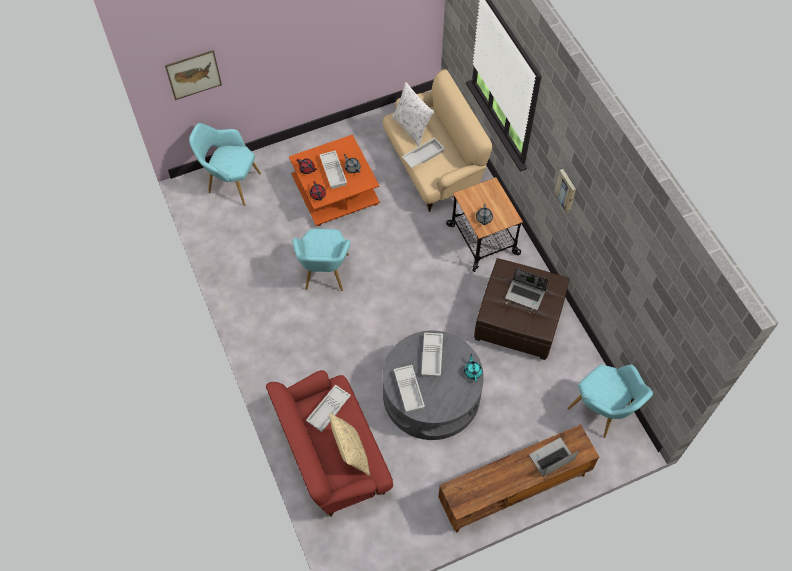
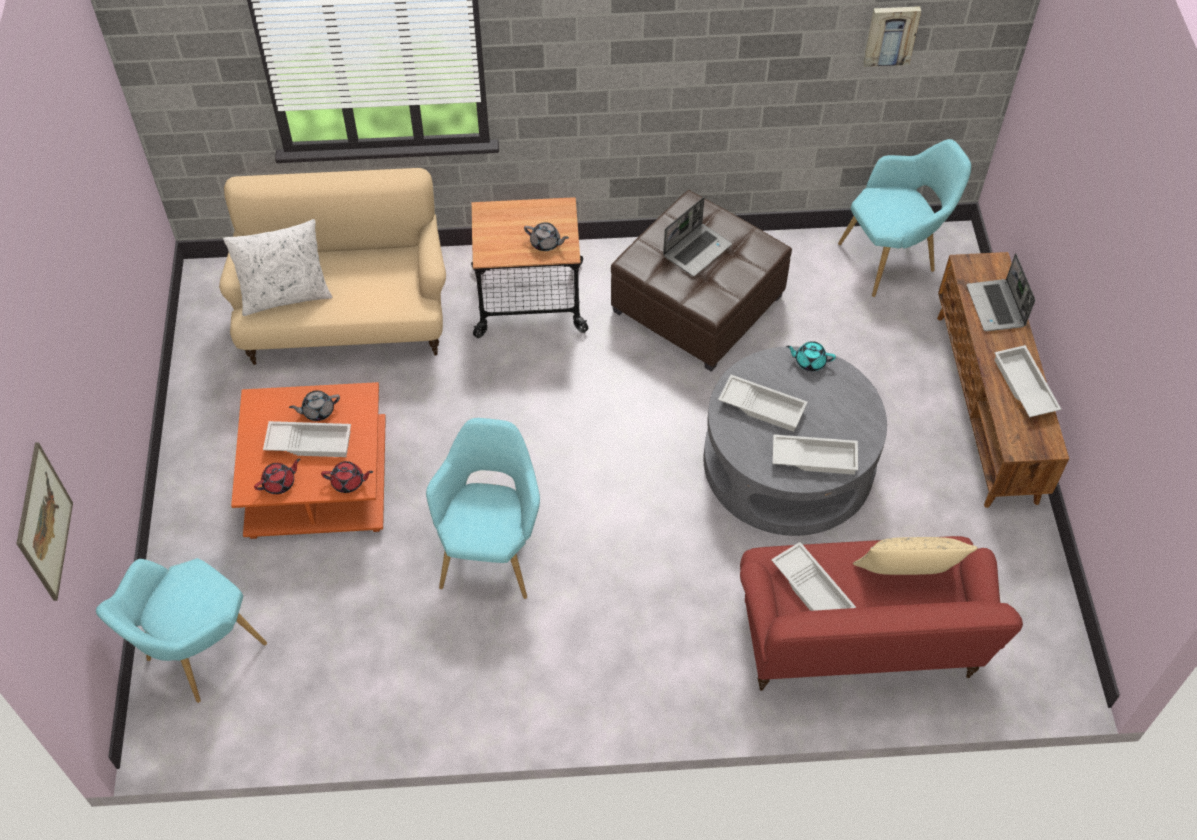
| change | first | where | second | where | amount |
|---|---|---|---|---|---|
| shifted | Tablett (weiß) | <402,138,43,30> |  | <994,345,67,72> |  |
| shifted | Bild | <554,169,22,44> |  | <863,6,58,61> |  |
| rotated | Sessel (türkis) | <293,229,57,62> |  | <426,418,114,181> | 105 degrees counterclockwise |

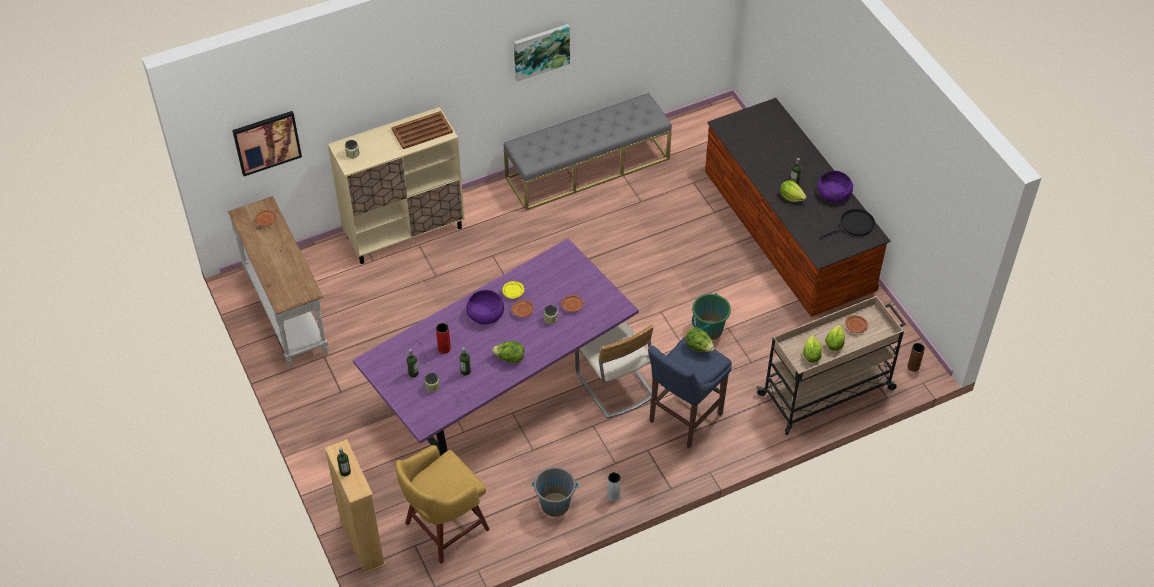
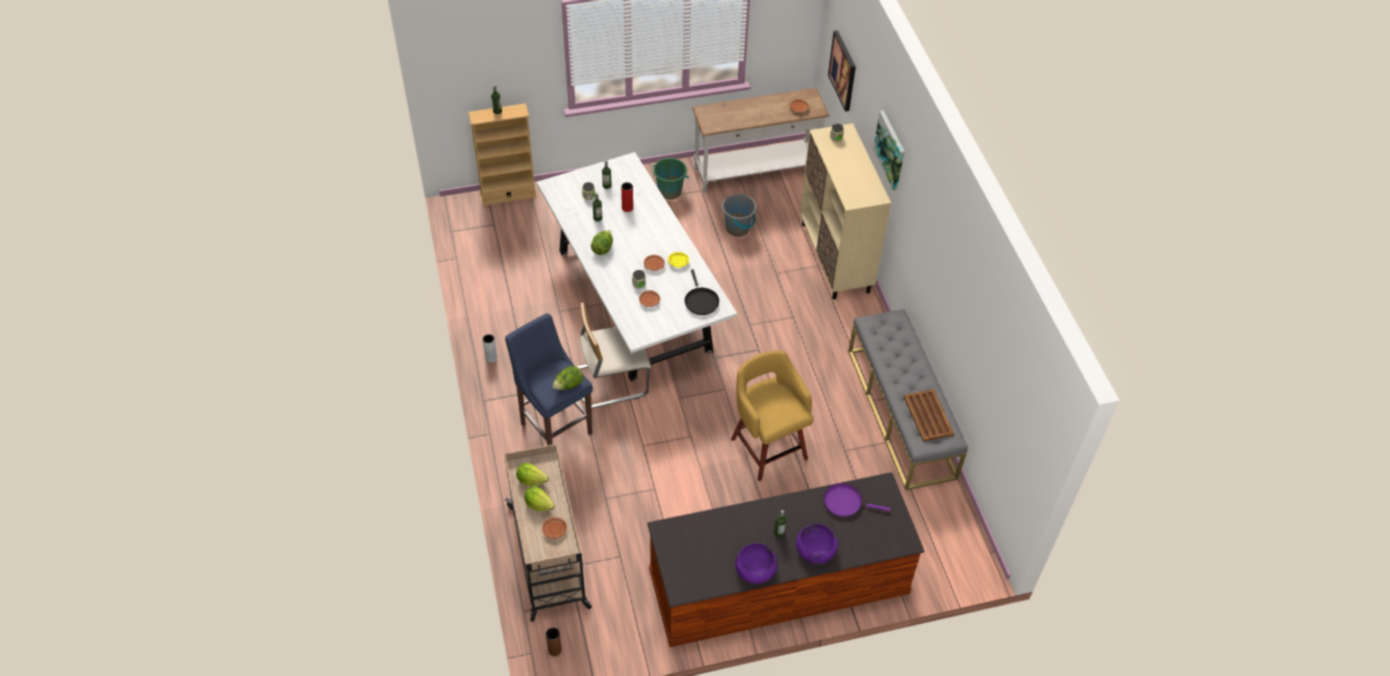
| change | first | where | second | where | amount |
|---|---|---|---|---|---|
| gone | Salatkopf | <780,180,27,22> |  |  |  |
| new |  |  | Pfanne (lila) | <823,483,68,34> |  |
| shifted | Tablett (braun) | <391,111,62,38> |  | <904,389,50,53> |  |
| shifted | Hocker (gelb) | <396,445,94,119> |  | <731,350,83,131> |  |
| shifted | Schüssel (lila) | <466,290,38,35> |  | <796,524,42,40> |  |
| shifted | Bild | <514,24,56,58> |  | <873,110,32,80> |  |
| shifted | Eimer (grau) | <532,467,46,50> |  | <722,193,35,44> |  |
| shifted | Eimer (grün) | <692,293,39,47> |  | <653,158,36,42> |  |
| shifted | Pfanne (schwarz) | <820,209,55,28> |  | <685,269,34,46> |  |
| repainted | Esstisch (lila) | <353,238,286,218> | Esstisch (weiß) | <537,152,200,229> |  |

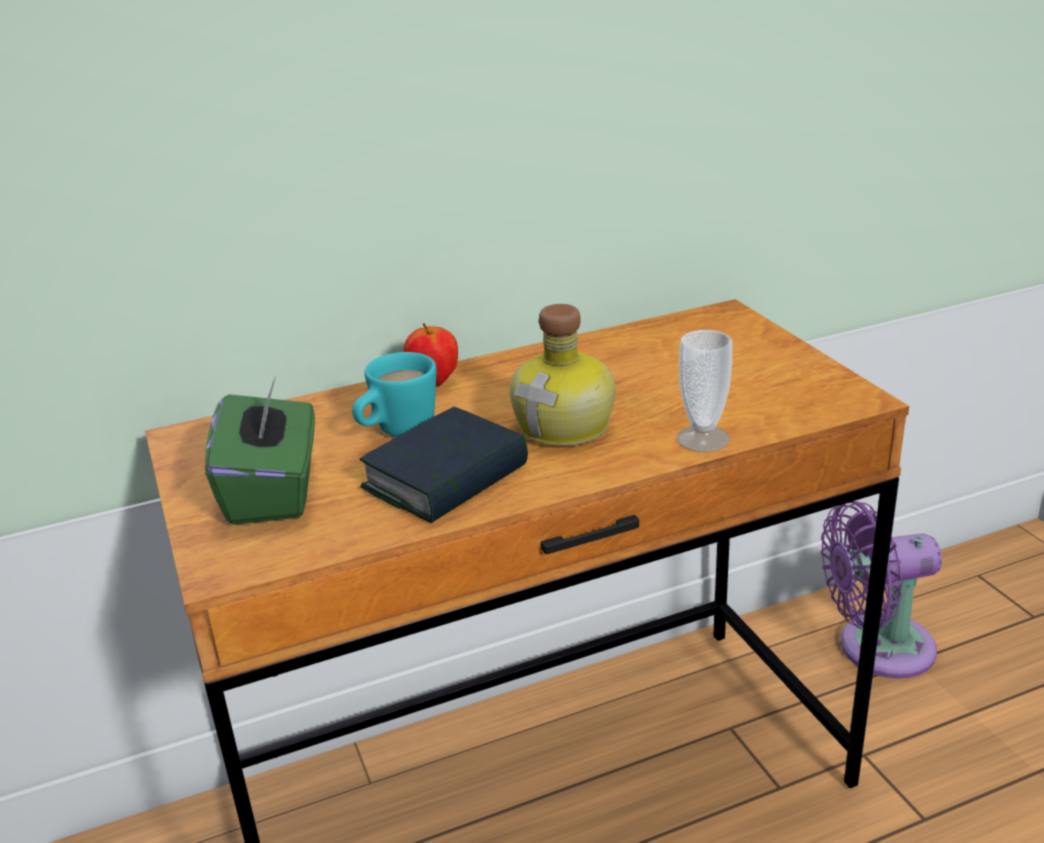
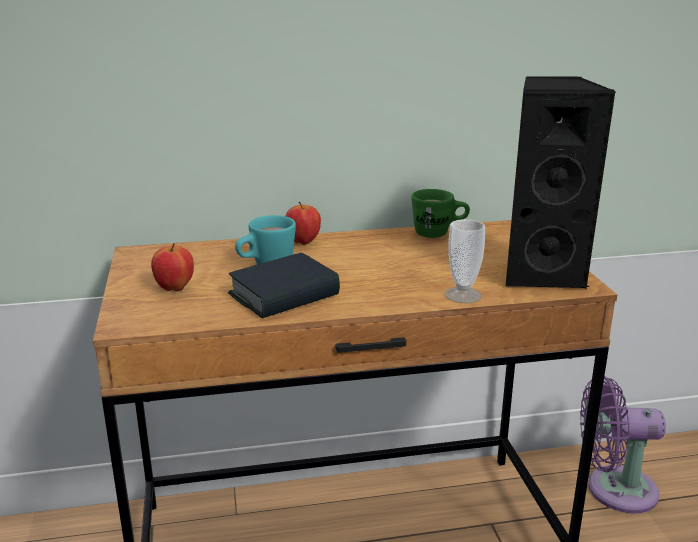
| change | first | where | second | where | amount |
|---|---|---|---|---|---|
| gone | Flasche | <510,304,105,142> |  |  |  |
| new |  |  | Henkelbecher (grün) | <412,189,58,49> |  |
| new |  |  | Lautsprecher (schwarz) | <505,76,110,213> |  |
| swapped | Taschentuchbox (grün) | <205,376,110,149> | Apfel | <151,243,43,48> |  |

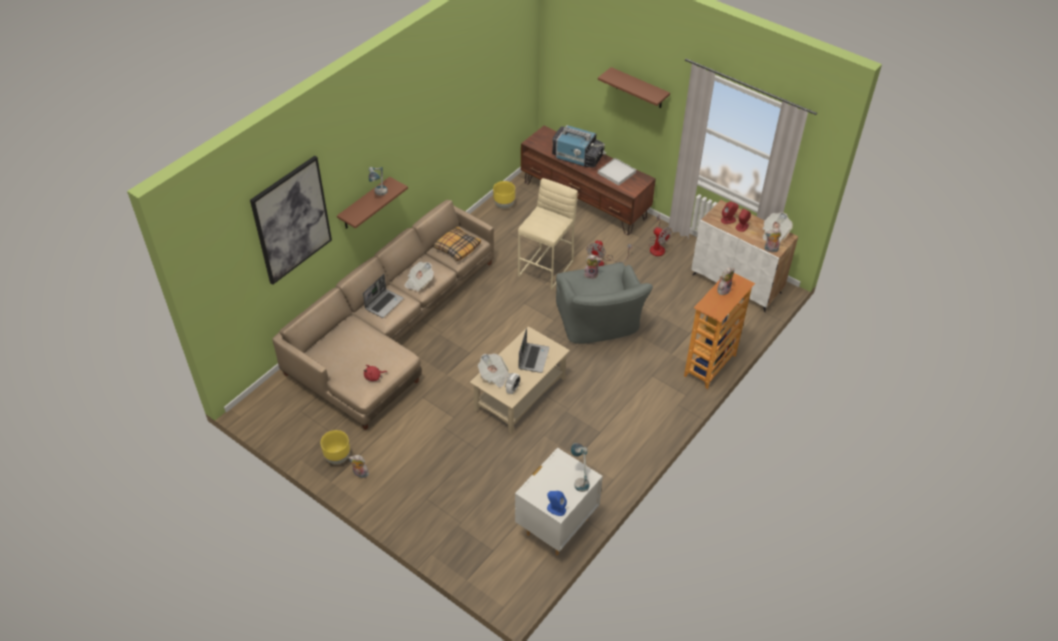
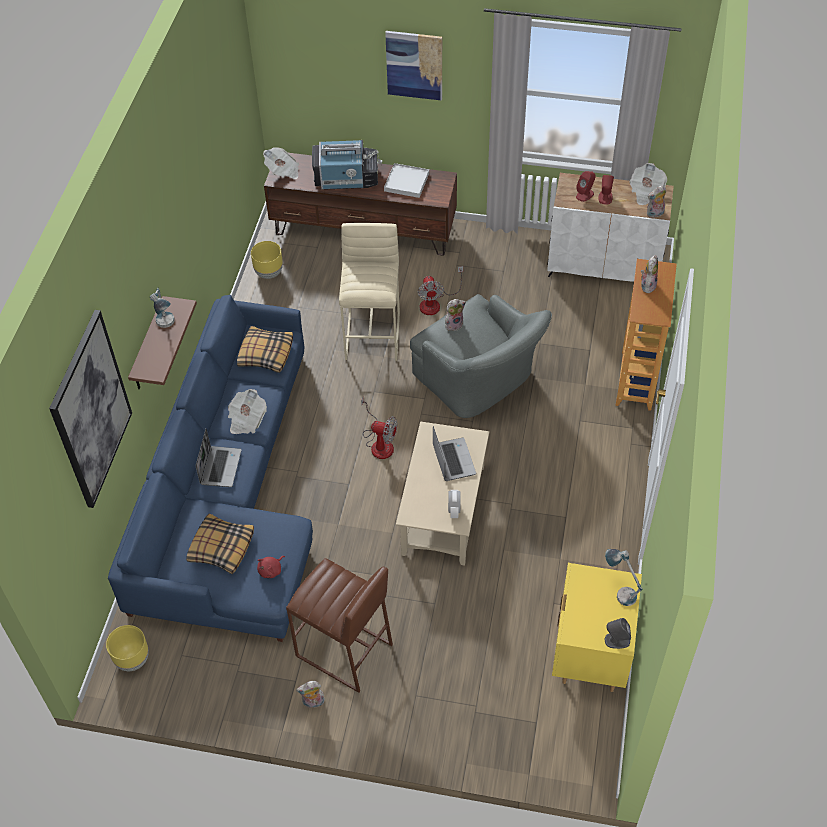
| change | first | where | second | where | amount |
|---|---|---|---|---|---|
| new |  |  | Kissen | <186,513,68,61> |  |
| new |  |  | Hocker (braun) | <286,558,107,135> |  |
| shifted | Pflanzkübel (gelb) | <320,430,30,34> |  | <106,625,43,46> |  |
| shifted | Zeitung | <478,353,32,35> |  | <263,147,36,32> |  |
| shifted | Ventilator | <649,215,23,41> |  | <361,397,36,62> |  |
| swapped | Wandregal (braun) | <598,67,72,41> | Bild | <385,31,57,70> |  |
| repainted | Sofa (beige) | <272,200,222,230> | Sofa (blau) | <108,295,205,347> |  |
| repainted | Nachttisch (weiß) | <515,447,88,109> | Nachttisch (gelb) | <552,563,90,129> |  |
| repainted | Lautsprecher (blau) | <547,491,20,25> | Lautsprecher (grau) | <605,618,26,31> |  |

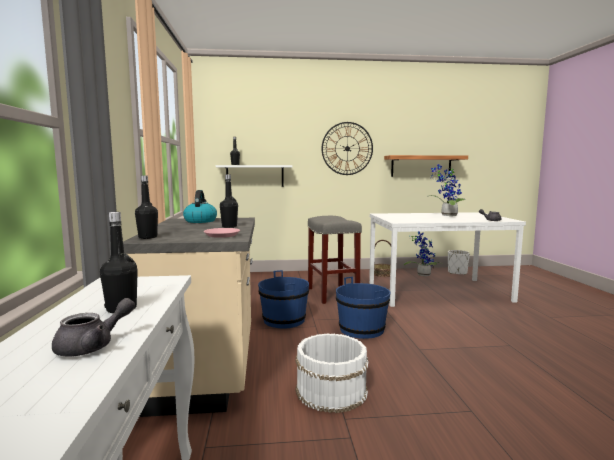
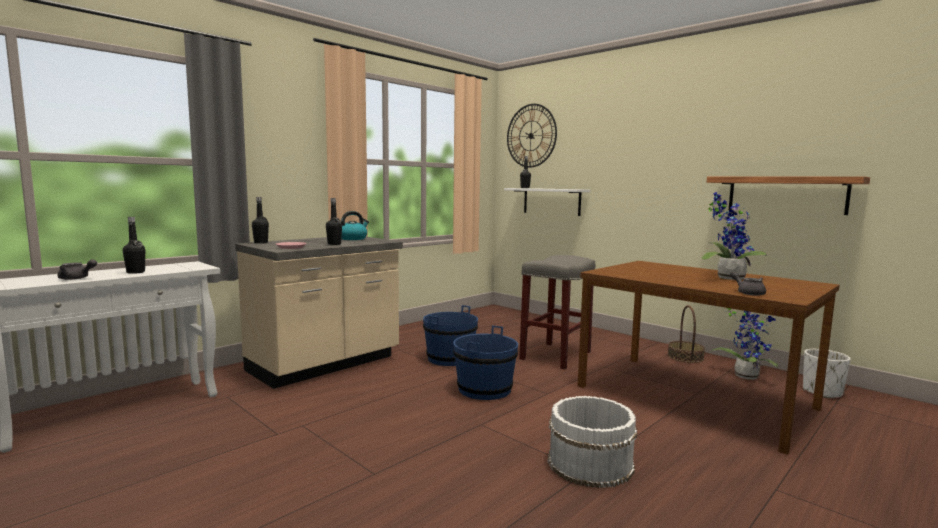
| change | first | where | second | where | amount |
|---|---|---|---|---|---|
| shifted | Eimer (weiß) | <295,333,73,80> |  | <548,396,89,92> |  |
| shifted | Wanduhr | <321,122,52,53> |  | <507,104,50,64> |  |
| repainted | Esstisch (weiß) | <369,212,157,95> | Esstisch (braun) | <578,261,261,194> |  |

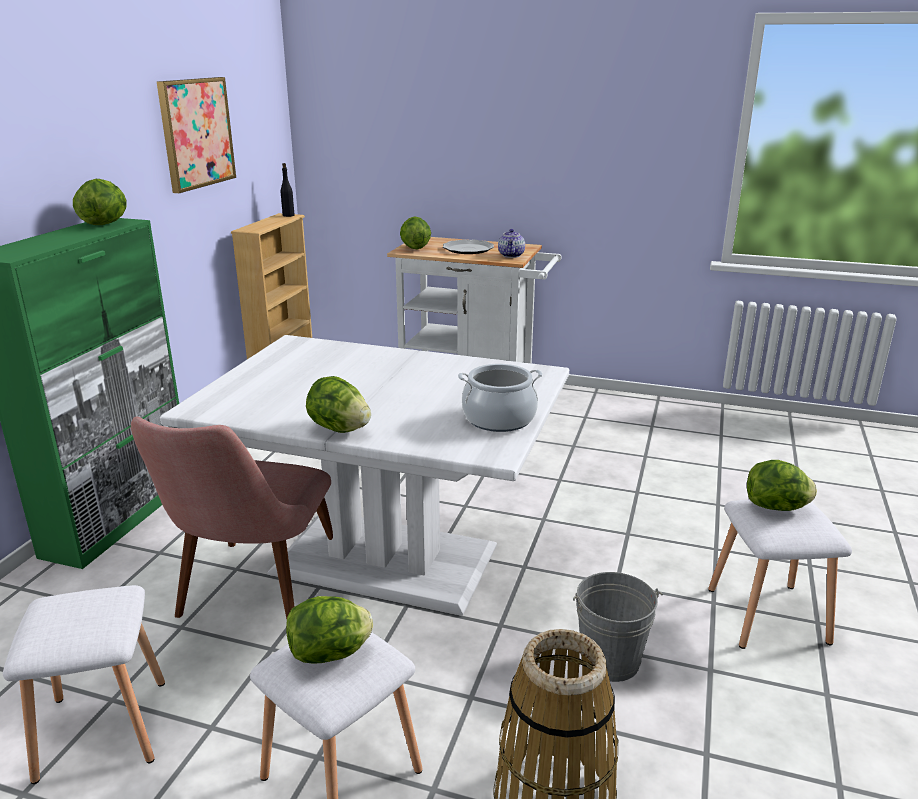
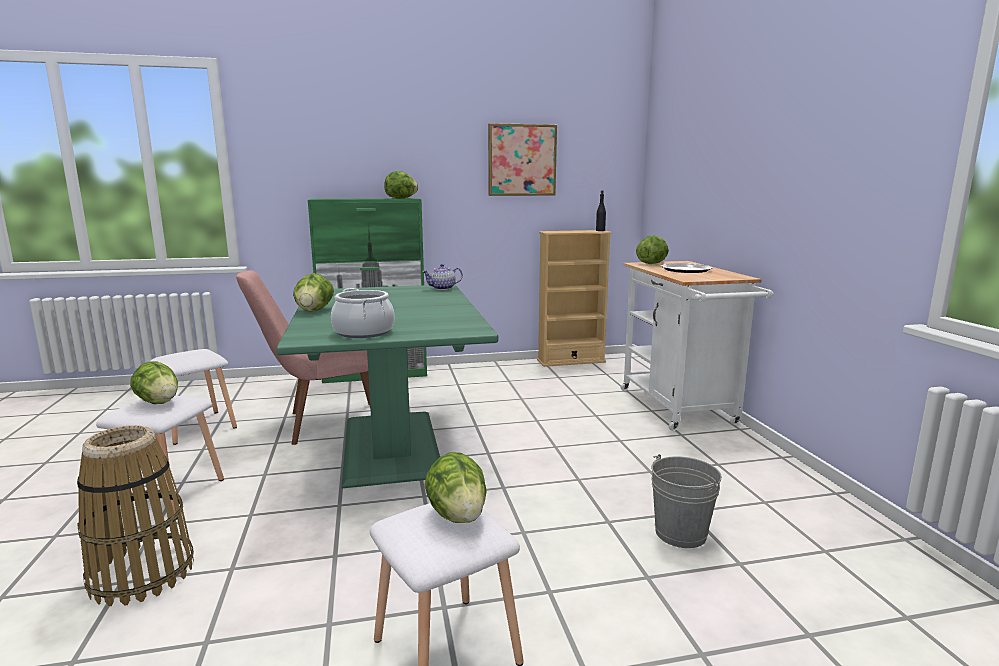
| change | first | where | second | where | amount |
|---|---|---|---|---|---|
| shifted | Teekanne | <498,229,27,29> |  | <422,264,41,26> |  |
| shifted | Eimer (grau) | <573,572,90,110> |  | <651,454,71,94> |  |
| repainted | Esstisch (weiß) | <160,335,409,281> | Esstisch (grün) | <276,284,222,204> |  |

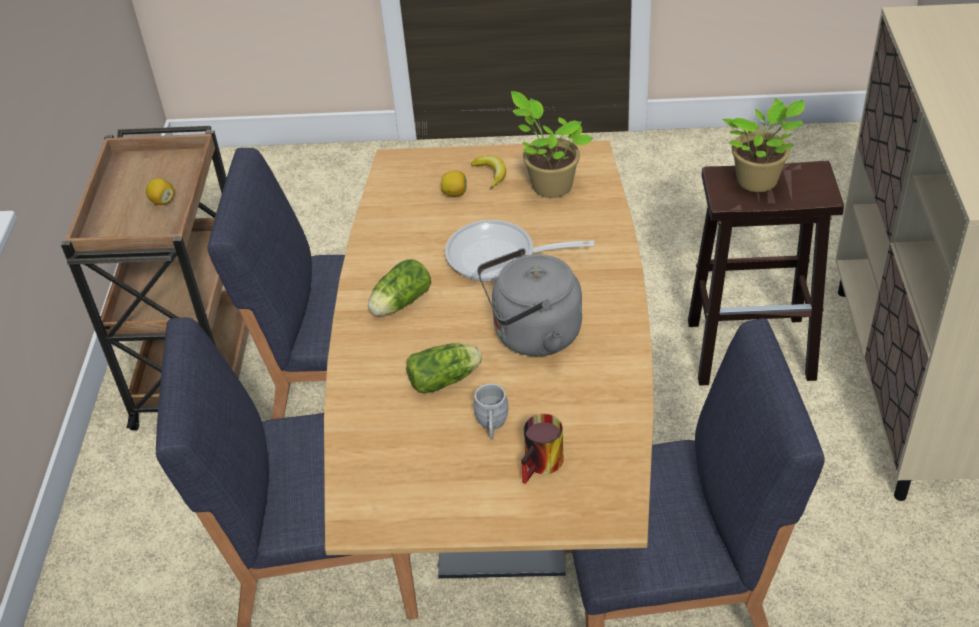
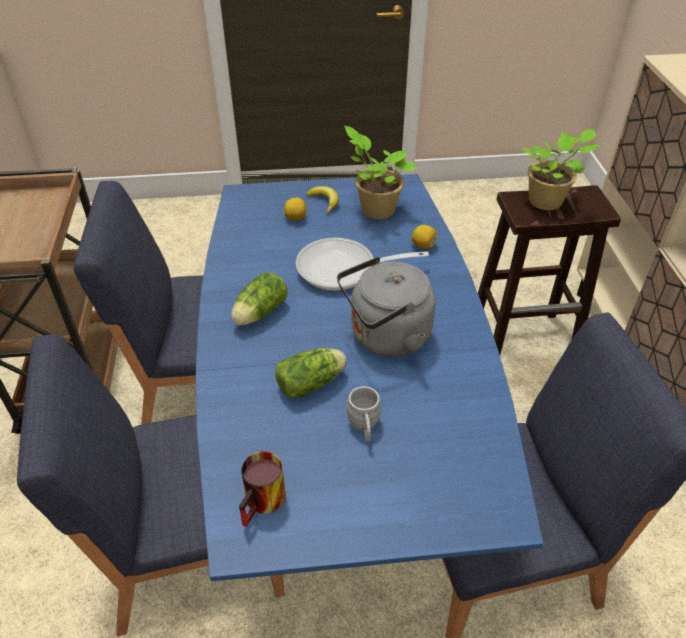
| change | first | where | second | where | amount |
|---|---|---|---|---|---|
| shifted | Zitrone | <146,178,28,27> |  | <412,225,26,24> |  |
| shifted | Henkelbecher | <521,414,42,70> |  | <239,451,46,76> |  |
| repainted | Esstisch (braun) | <324,140,330,438> | Esstisch (blau) | <196,174,347,408> |  |

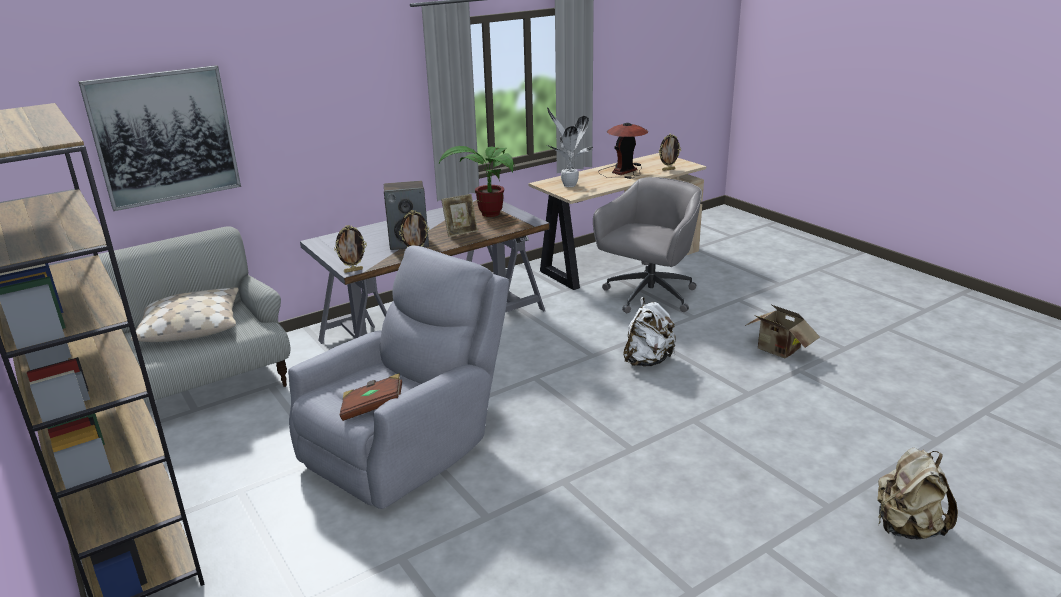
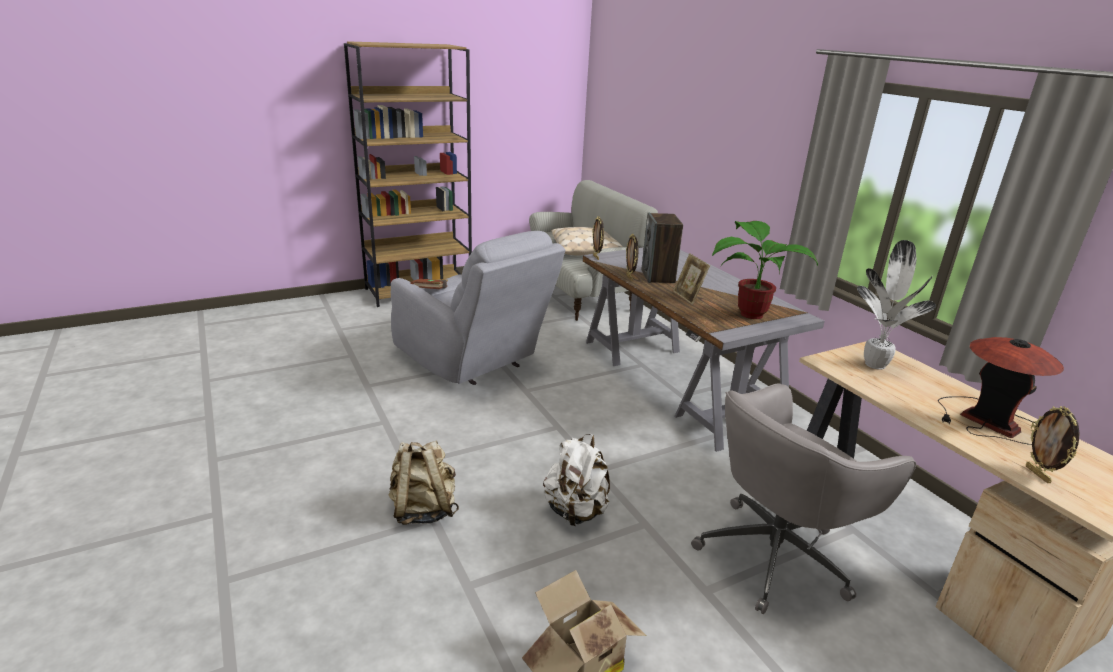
| change | first | where | second | where | amount |
|---|---|---|---|---|---|
| gone | Bild | <78,65,163,146> |  |  |  |
| shifted | Rucksack (beige) | <877,448,81,92> |  | <388,441,71,84> |  |
| rotated | Bürostuhl (grau) | <593,177,109,136> |  | <691,383,225,231> | 105 degrees clockwise |

